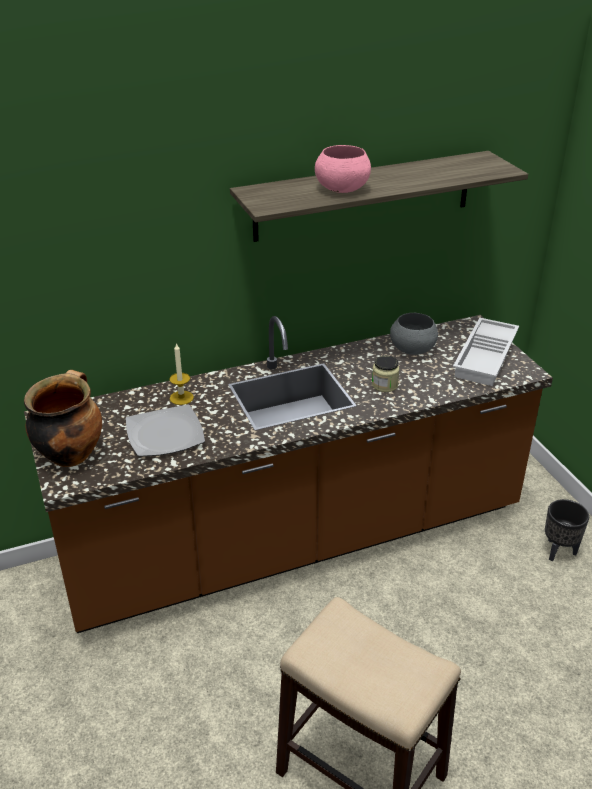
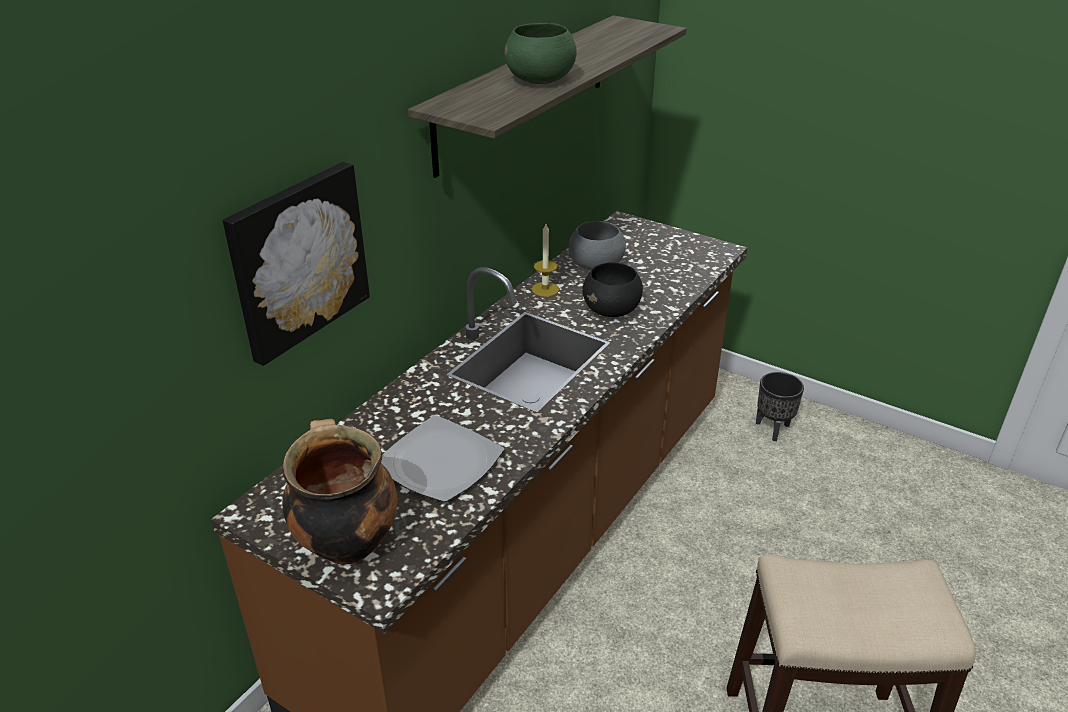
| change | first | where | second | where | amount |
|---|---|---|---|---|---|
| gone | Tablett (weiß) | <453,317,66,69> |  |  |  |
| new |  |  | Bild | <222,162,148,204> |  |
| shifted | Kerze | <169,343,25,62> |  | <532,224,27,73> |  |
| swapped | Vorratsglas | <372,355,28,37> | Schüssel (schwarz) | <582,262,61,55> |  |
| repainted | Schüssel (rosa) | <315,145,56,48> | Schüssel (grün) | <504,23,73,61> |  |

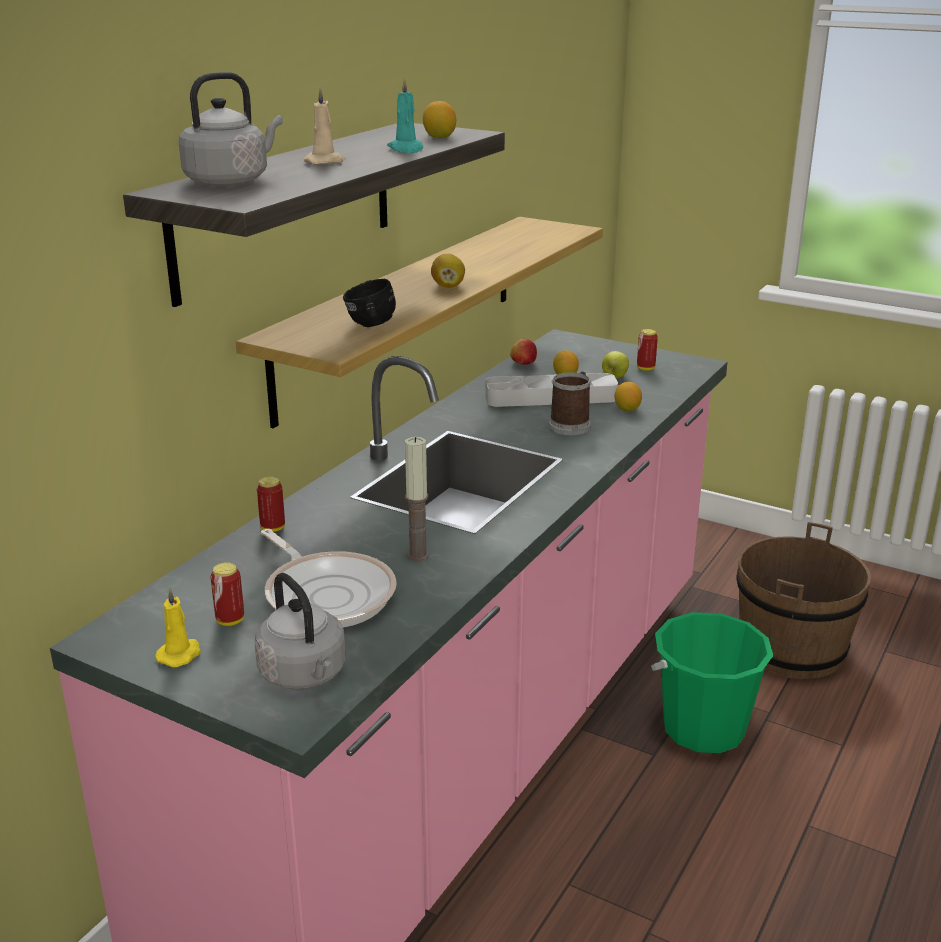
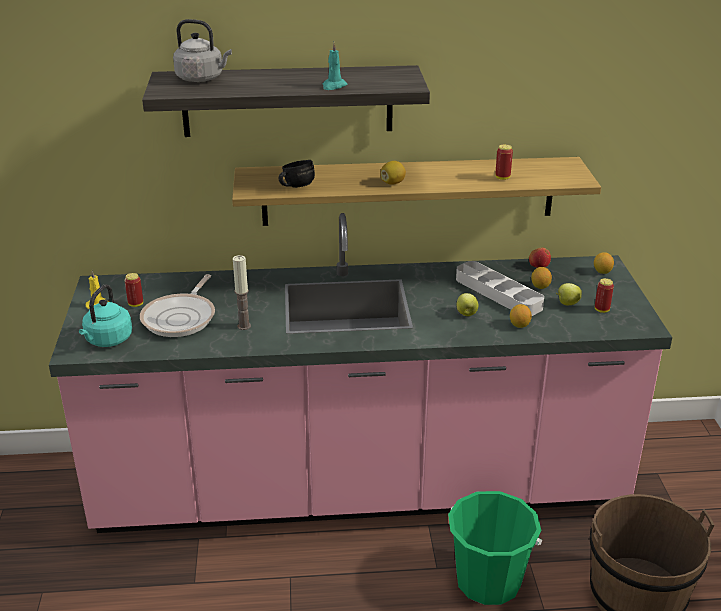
| change | first | where | second | where | amount |
|---|---|---|---|---|---|
| gone | Kerze (beige) | <304,86,42,79> |  |  |  |
| shifted | Dose | <257,476,28,56> |  | <496,144,17,36> |  |
| shifted | Zitrone | <423,101,33,37> |  | <594,252,20,22> |  |
| swapped | Henkelbecher | <549,371,42,64> | Apfel | <456,293,22,23> |  |
| repainted | Wasserkessel (grau) | <255,573,91,117> | Wasserkessel (türkis) | <79,284,53,63> |  |

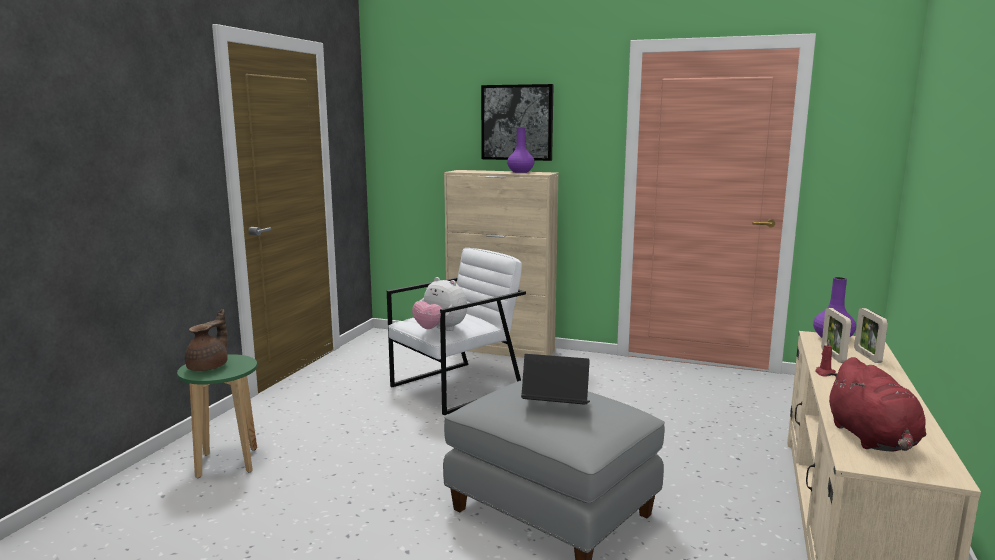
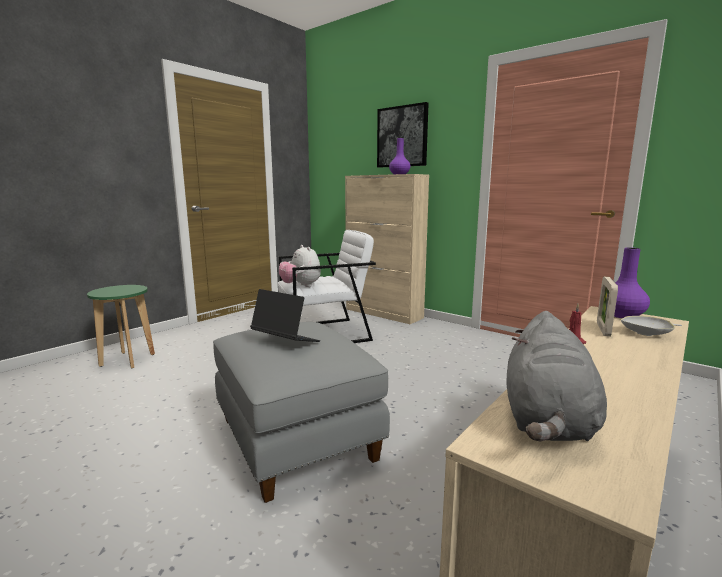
| change | first | where | second | where | amount |
|---|---|---|---|---|---|
| gone | Teekanne (braun) | <185,309,43,62> |  |  |  |
| swapped | Bilderrahmen | <854,308,34,55> | Schüssel (weiß) | <621,316,61,20> |  |
| repainted | Plüschtier (rot) | <826,357,100,95> | Plüschtier (grau) | <506,311,101,130> |  |

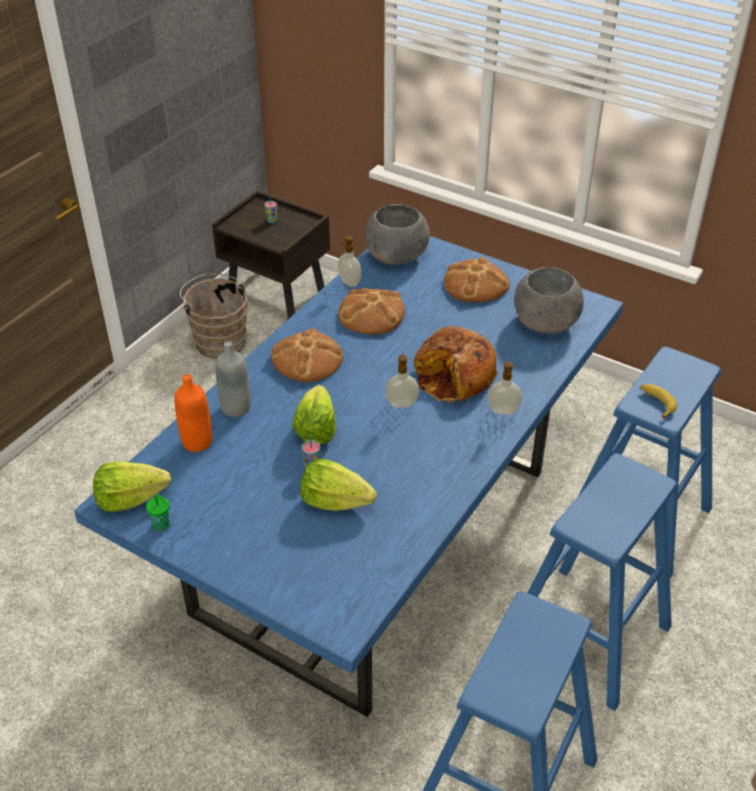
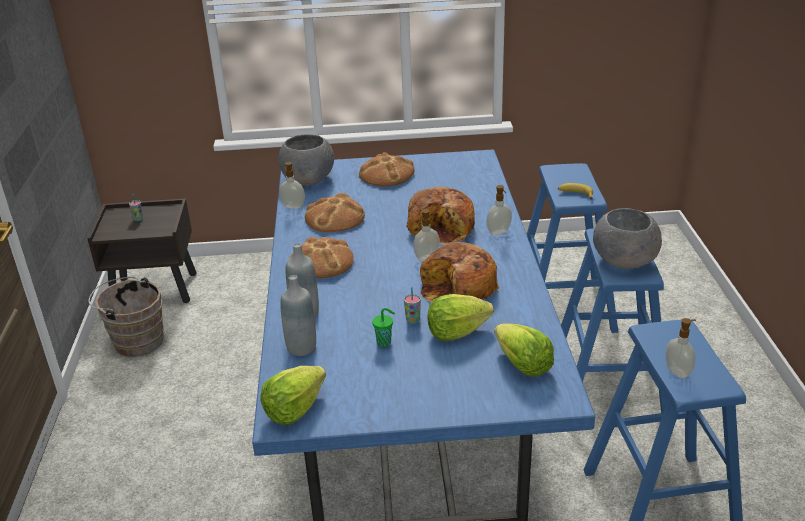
| change | first | where | second | where | amount |
|---|---|---|---|---|---|
| new |  |  | Brot | <420,241,79,62> |  |
| new |  |  | Seifenspender | <666,318,30,60> |  |
| shifted | Tasse (grün) | <146,494,24,37> |  | <372,308,23,39> |  |
| shifted | Salatkopf | <292,385,44,59> |  | <494,323,60,53> |  |
| shifted | Schüssel (grau) | <514,267,70,66> |  | <593,208,69,61> |  |
| repainted | Flasche (orange) | <174,374,38,78> | Flasche (grau) | <280,275,36,81> |  |

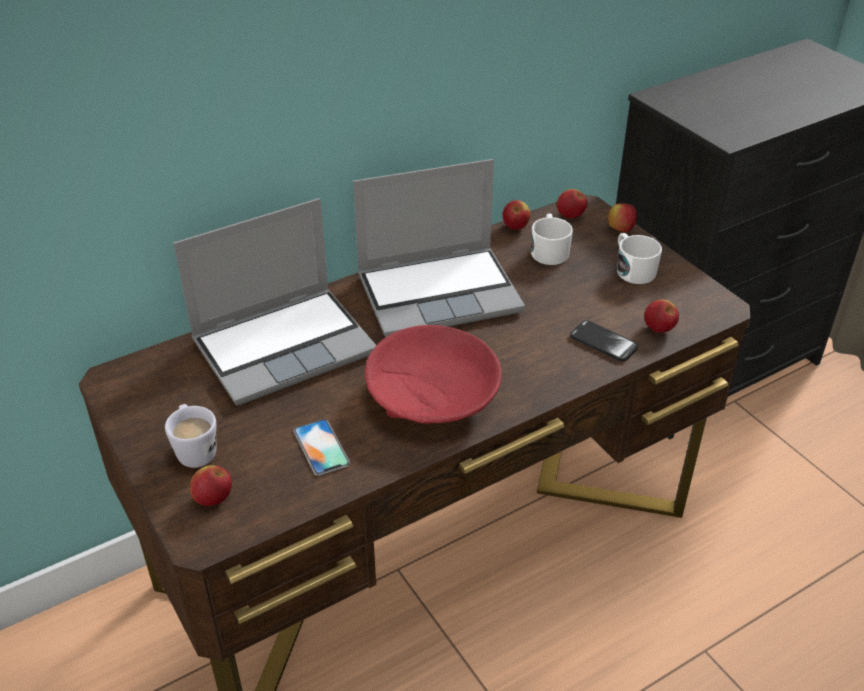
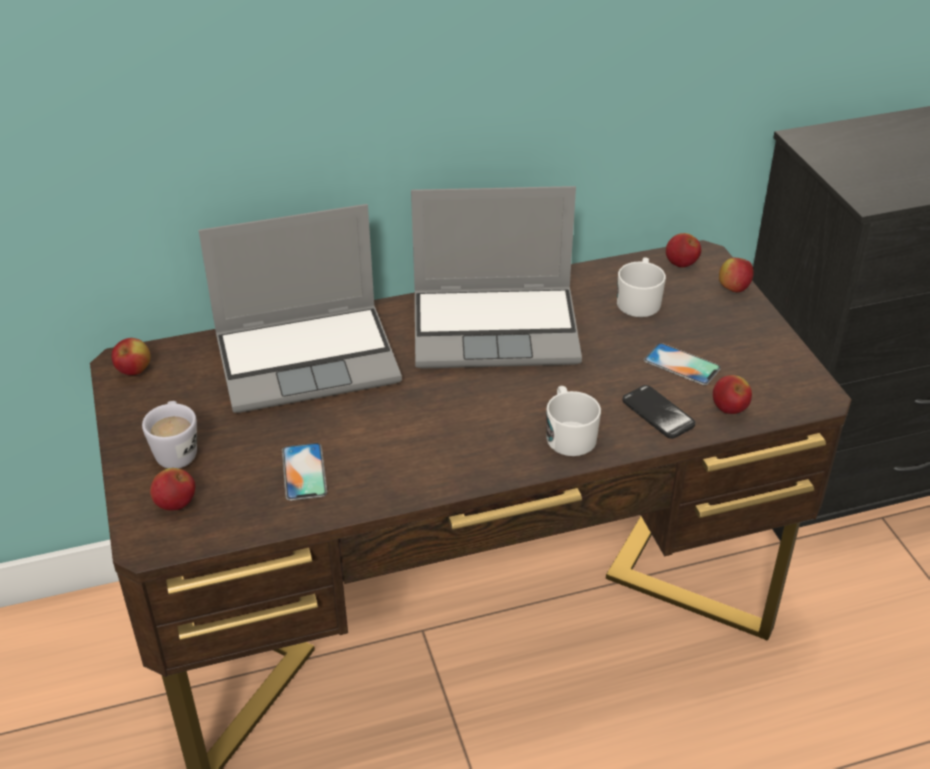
| change | first | where | second | where | amount |
|---|---|---|---|---|---|
| gone | Schüssel (rot) | <365,325,136,99> |  |  |  |
| new |  |  | Handy | <644,343,77,42> |  |
| shifted | Apfel | <502,200,29,30> |  | <112,338,39,37> |  |
| shifted | Henkelbecher (weiß) | <617,233,45,51> |  | <546,386,55,70> |  |

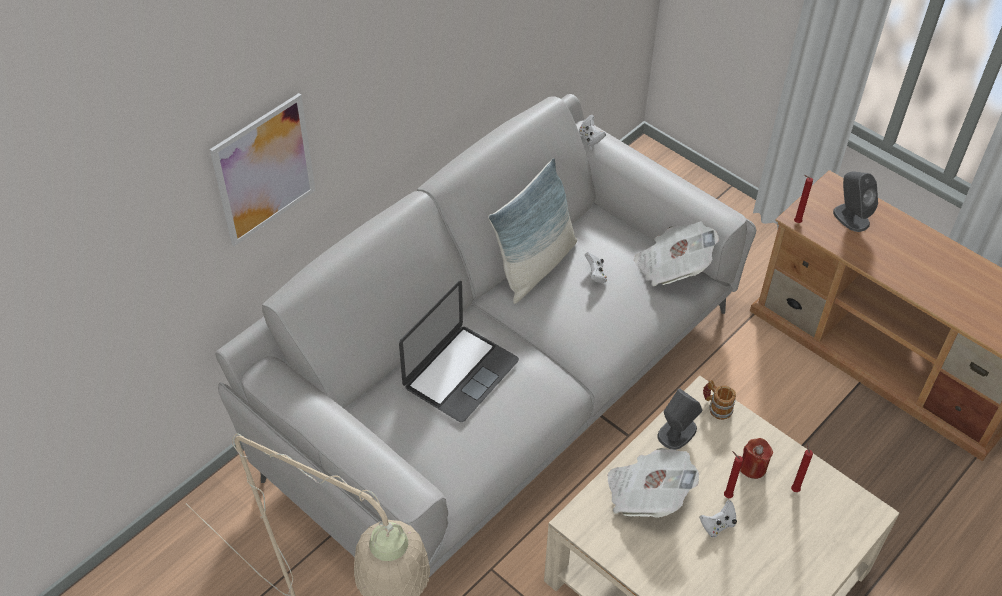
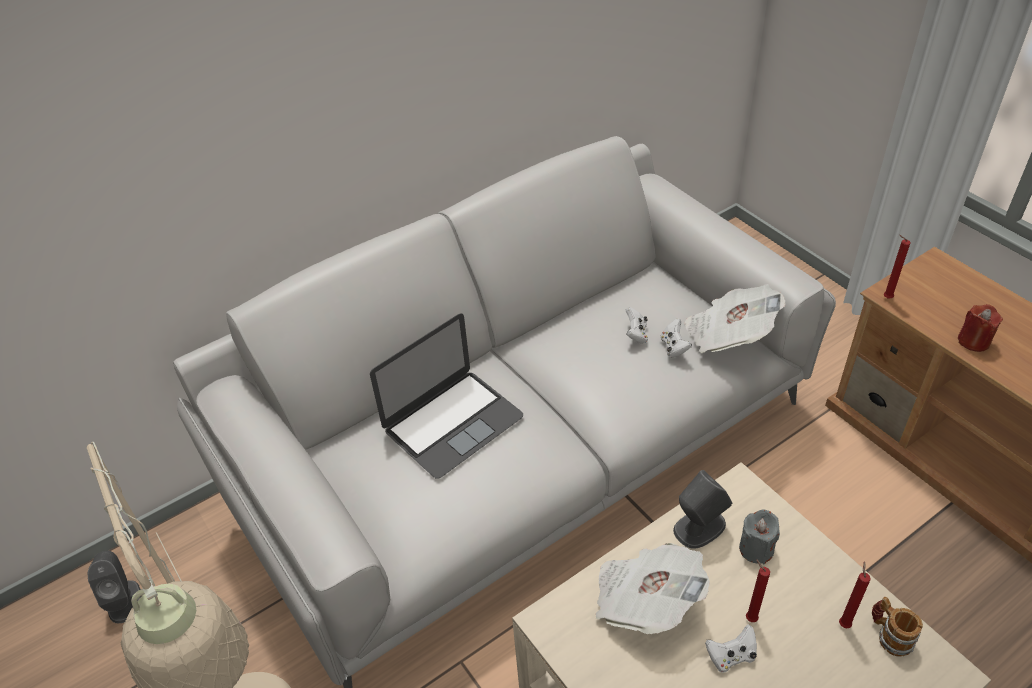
| change | first | where | second | where | amount |
|---|---|---|---|---|---|
| gone | Bild | <210,93,106,153> |  |  |  |
| gone | Kissen | <488,158,89,146> |  |  |  |
| new |  |  | Kerze (grau) | <739,510,41,54> |  |
| shifted | Gamepad (weiß) | <579,115,27,31> |  | <660,319,32,38> |  |
| shifted | Henkelbecher | <703,380,33,40> |  | <872,597,51,60> |  |
| shifted | Kerze (rot) | <740,438,33,41> |  | <958,304,45,48> |  |
| shifted | Lautsprecher (grau) | <833,171,45,61> |  | <88,551,53,72> |  |

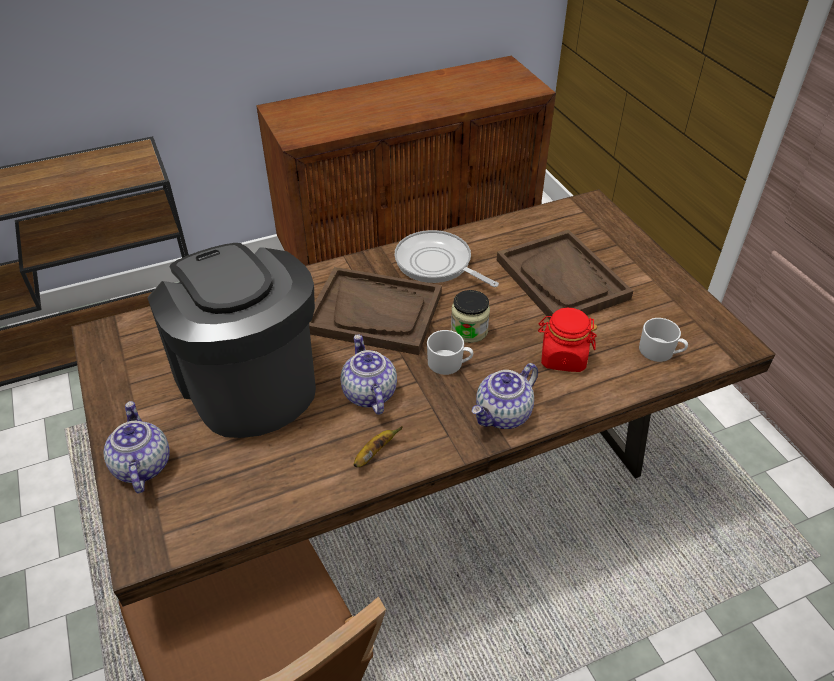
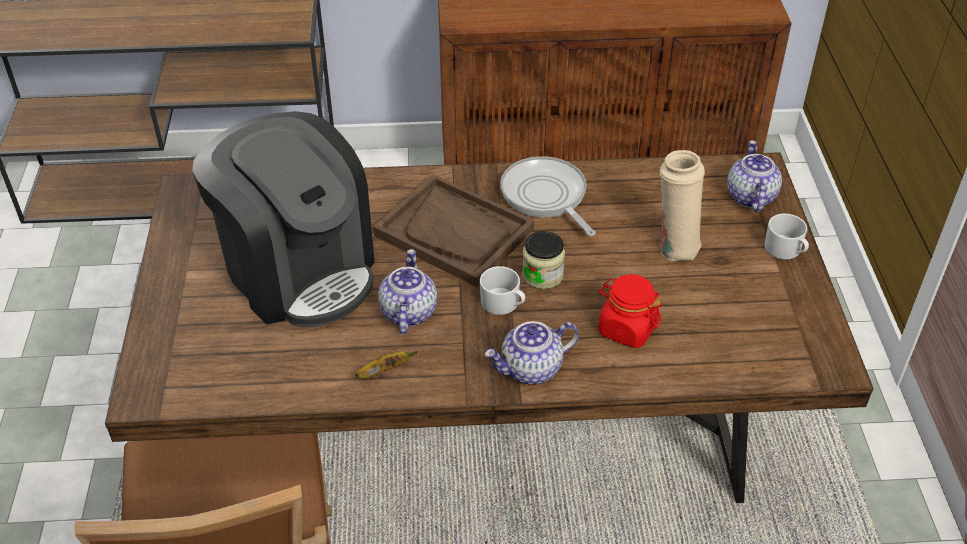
| change | first | where | second | where | amount |
|---|---|---|---|---|---|
| shifted | Teekanne | <104,401,66,93> |  | <727,140,55,72> |  |
| shifted | Henkelbecher (weiß) | <639,318,49,44> |  | <765,214,44,45> |  |
| swapped | Tablett (braun) | <497,230,136,89> | Vase (beige) | <660,150,45,111> |  |
| rotated | Kaffeemaschine | <147,243,169,195> |  | <192,111,183,216> | 150 degrees clockwise |

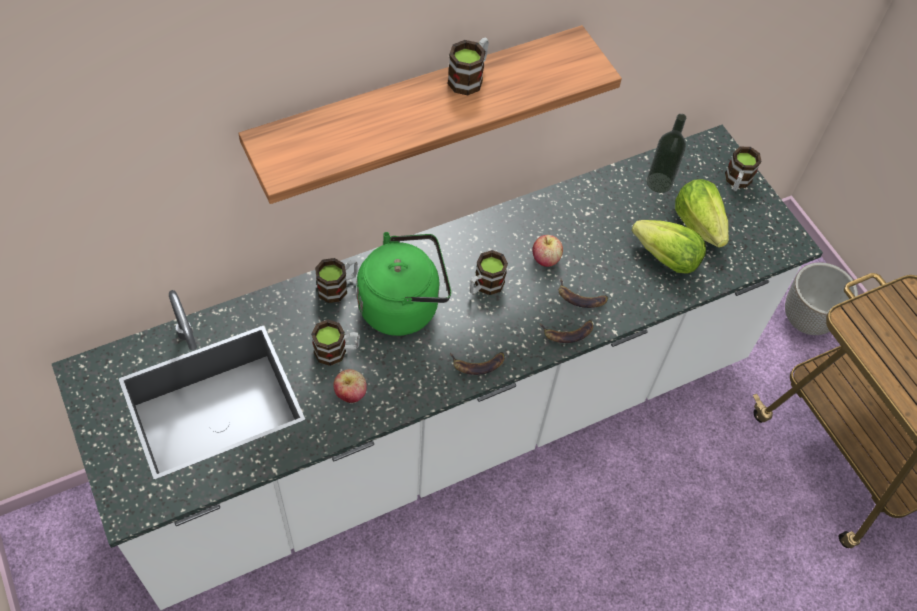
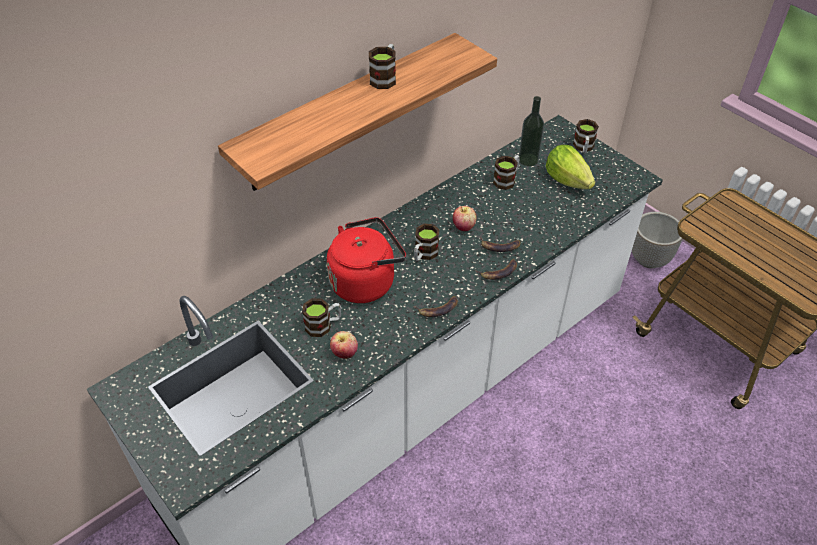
| change | first | where | second | where | amount |
|---|---|---|---|---|---|
| gone | Salatkopf | <631,220,75,54> |  |  |  |
| shifted | Henkelbecher | <315,258,43,45> |  | <493,155,27,35> |  |
| repainted | Wasserkessel (grün) | <357,232,94,104> | Wasserkessel (rot) | <327,217,79,86> |  |

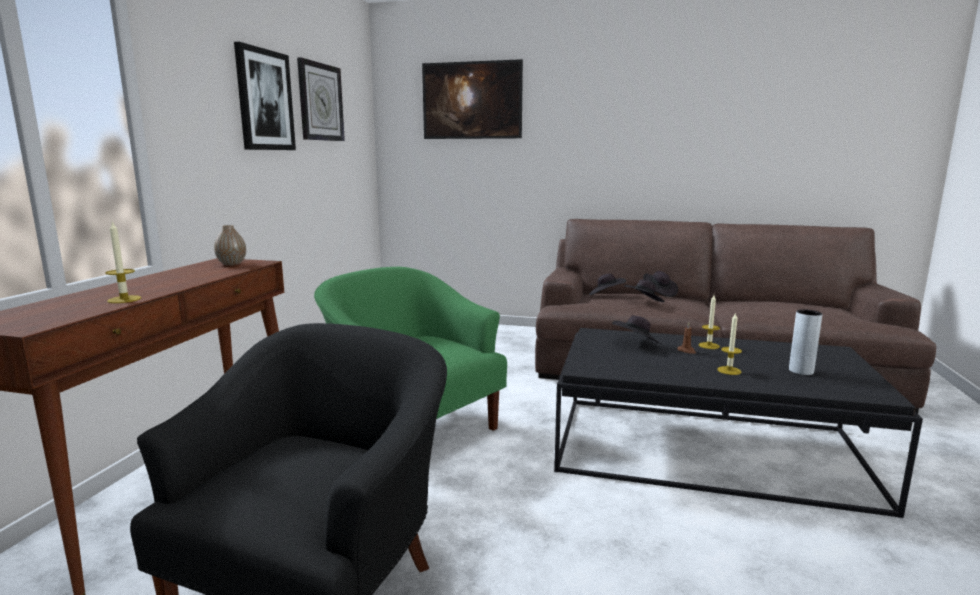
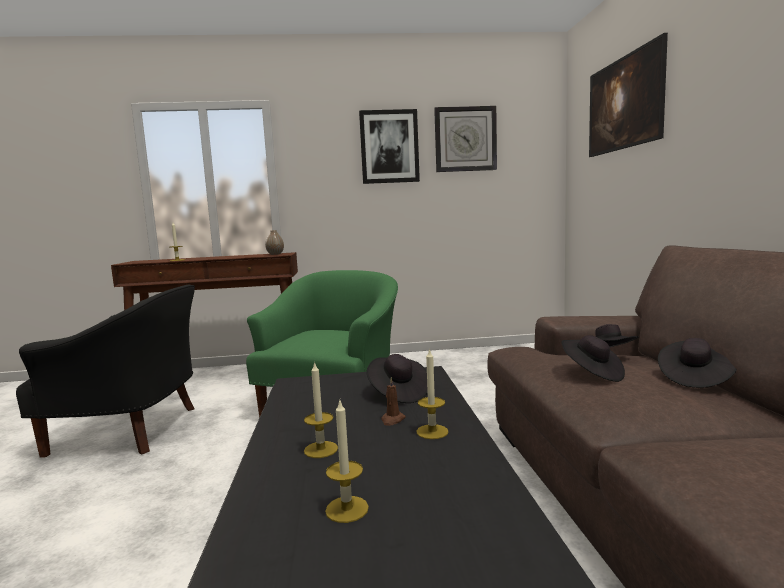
| change | first | where | second | where | amount |
|---|---|---|---|---|---|
| swapped | Vase (grau) | <789,309,33,66> | Kerze | <325,401,44,122> |  |

